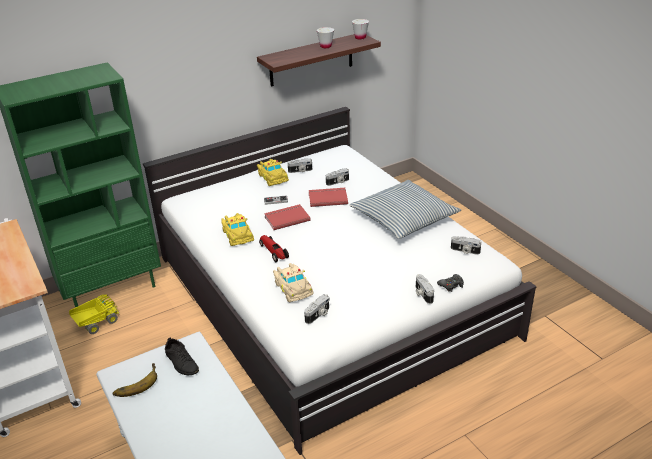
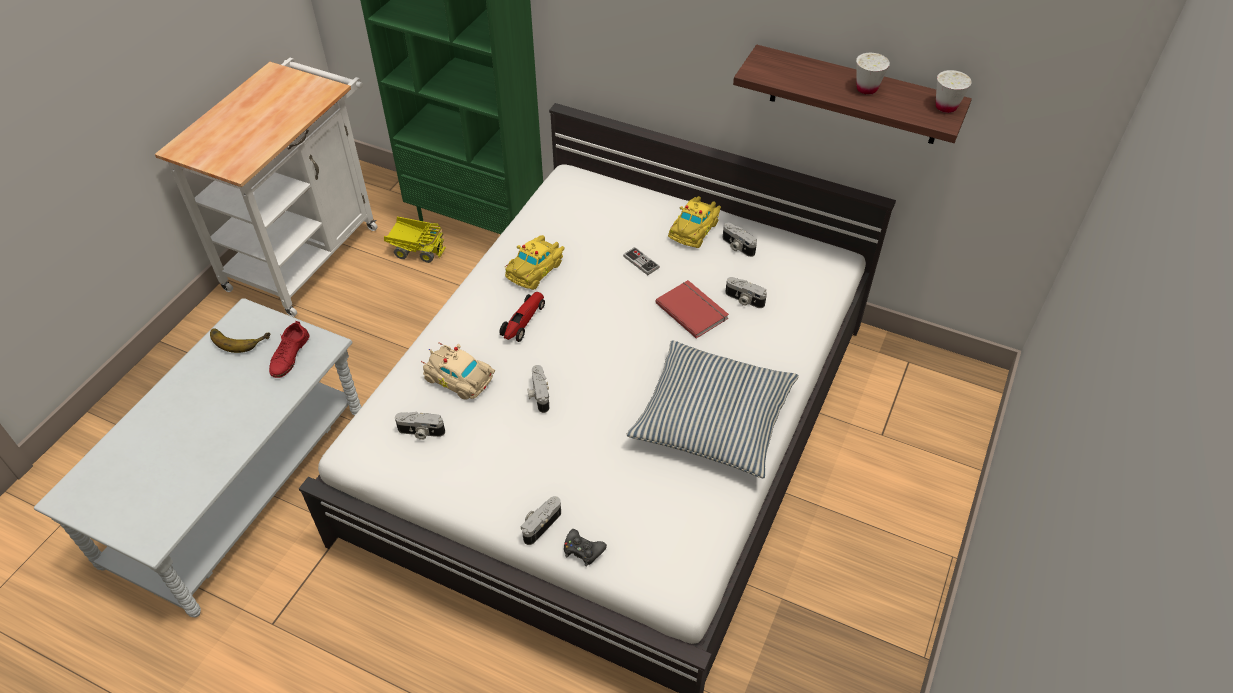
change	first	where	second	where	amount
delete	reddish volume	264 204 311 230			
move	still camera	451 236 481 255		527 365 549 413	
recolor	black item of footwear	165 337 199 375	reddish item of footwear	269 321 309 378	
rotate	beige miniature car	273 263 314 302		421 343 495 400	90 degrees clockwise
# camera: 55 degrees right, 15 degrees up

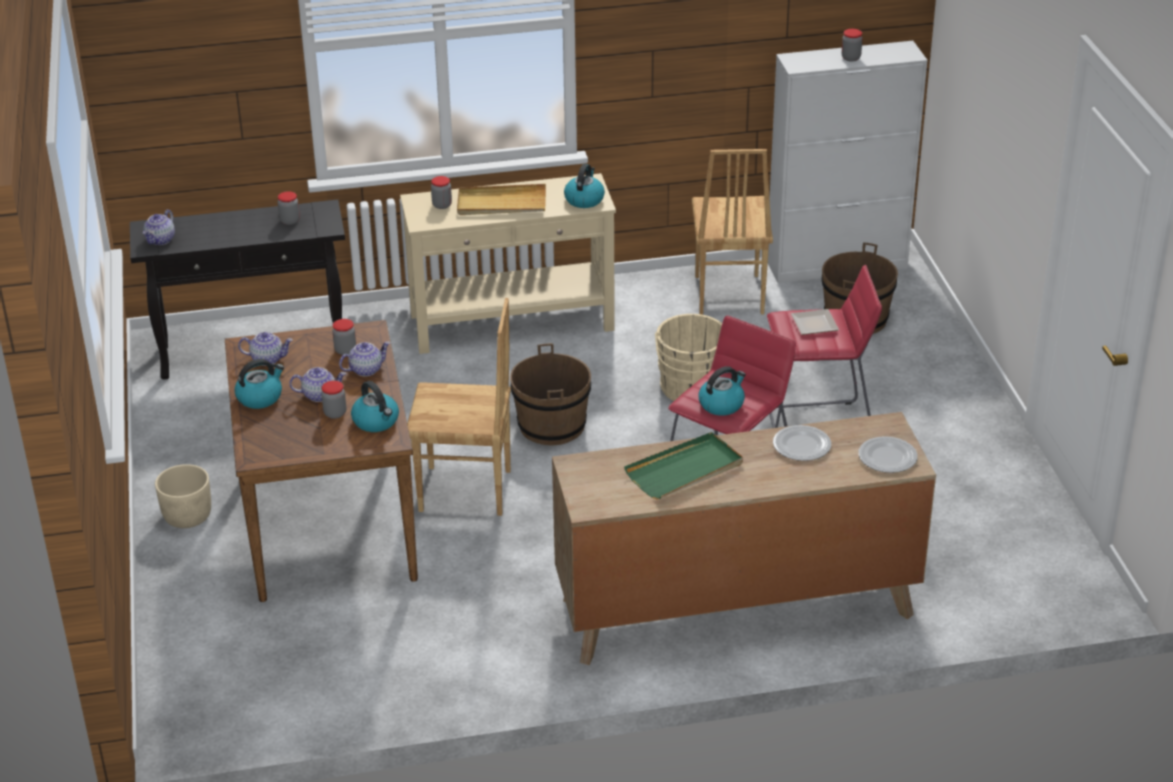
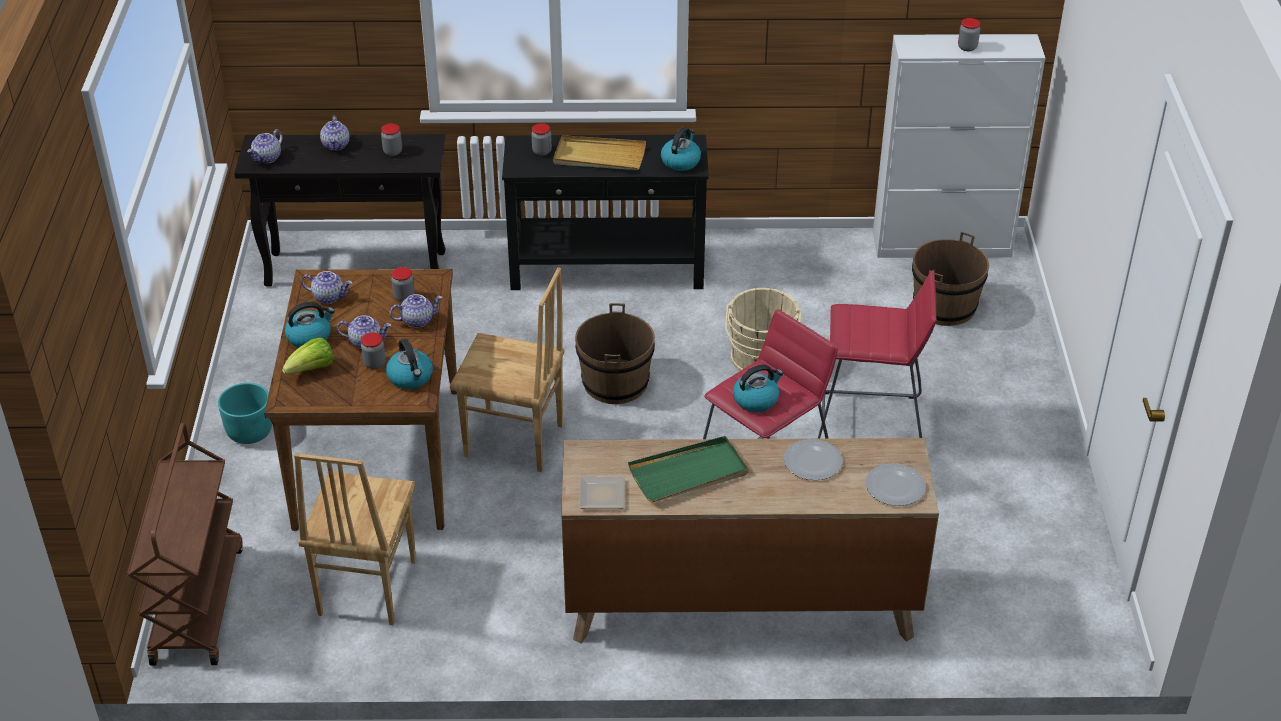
change	first	where	second	where	amount
insert			brownish wheeled cart	127 423 243 666	
insert			head of lettuce	282 337 334 374	
insert			teapot	320 116 350 151	
move	brownish plain chair	692 149 773 315		294 453 416 625	
move	dinner plate	791 309 839 335		579 476 625 509	
recolor	beige planter	155 464 211 528	blue-green planter	218 383 272 444	
recolor	beige hall table	400 173 616 354	black hall table	502 135 709 290	
# camera: 10 degrees right, 5 degrees up

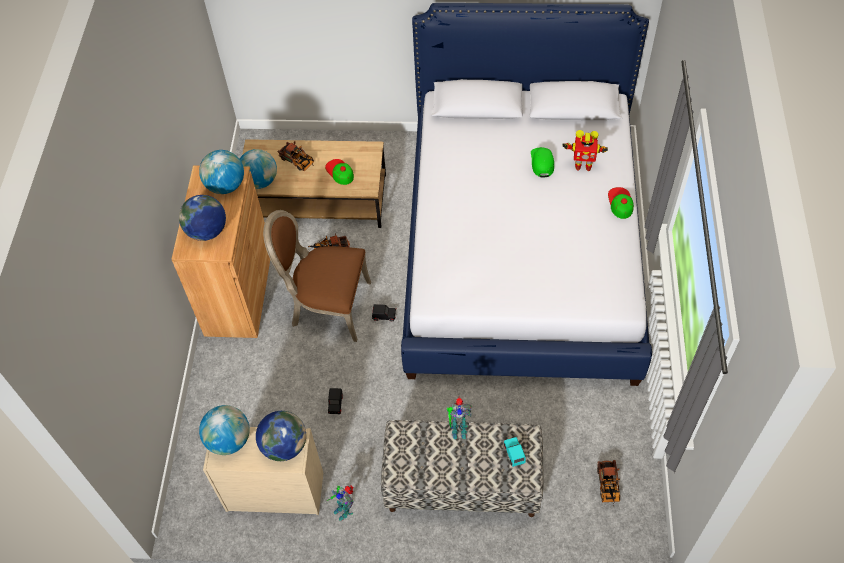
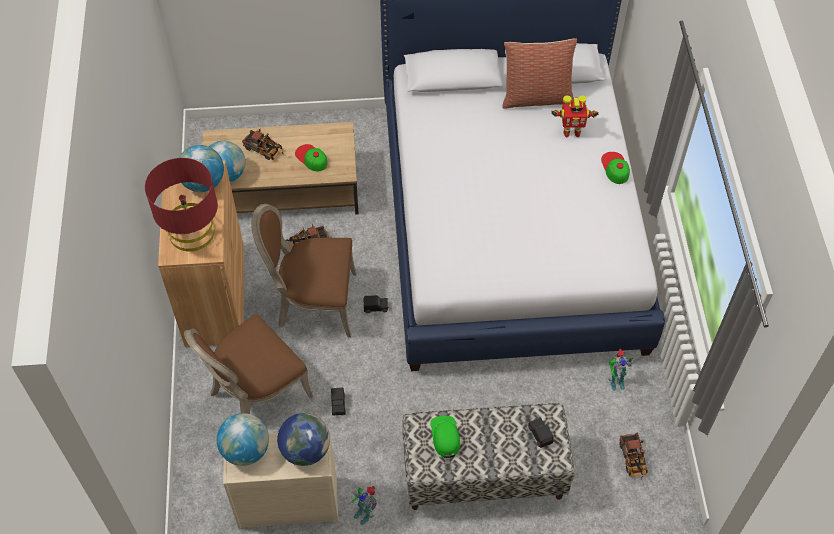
change	first	where	second	where	amount
insert			brownish plain chair	184 314 313 414	
insert			cushion	502 38 577 109	
move	toy robot	447 396 472 439		608 349 633 391	
move	greenish cap	531 147 554 178		430 416 460 458	
replace	desk globe	179 195 226 241	reddish lamp for a table	145 158 218 252	
recolor	blue-green miniature car	504 437 526 467	black miniature car	528 417 554 448	
# camera: 10 degrees left, 0 degrees up

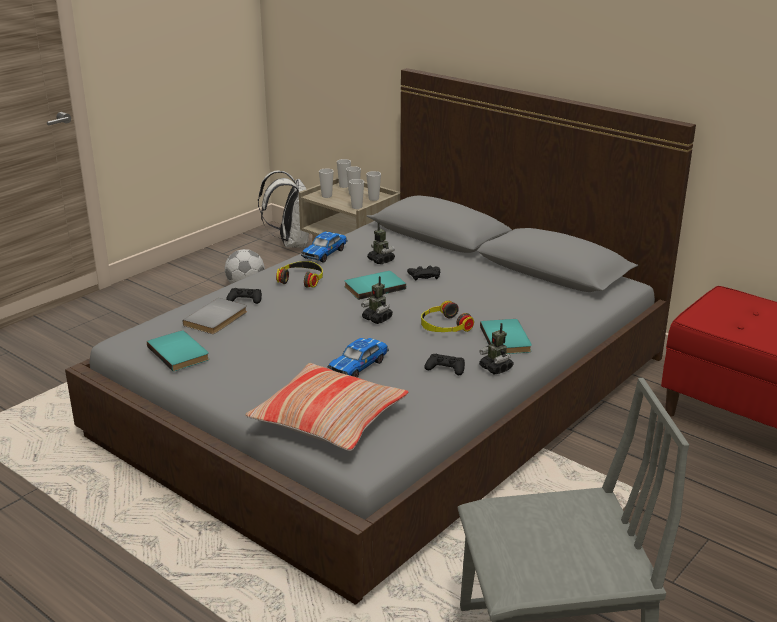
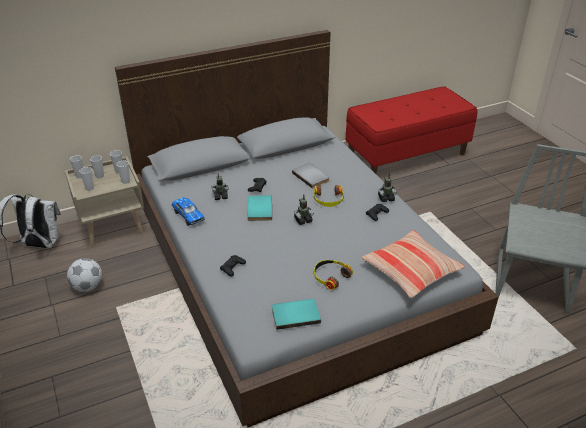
change	first	where	second	where	amount
delete	miniature car	328 338 389 378			
delete	blue-green volume	480 319 532 354			
move	gray volume	183 298 247 334		292 163 330 189	
move	pair of headphones	276 261 323 288		314 260 353 290	
# camera: 65 degrees left, 10 degrees up

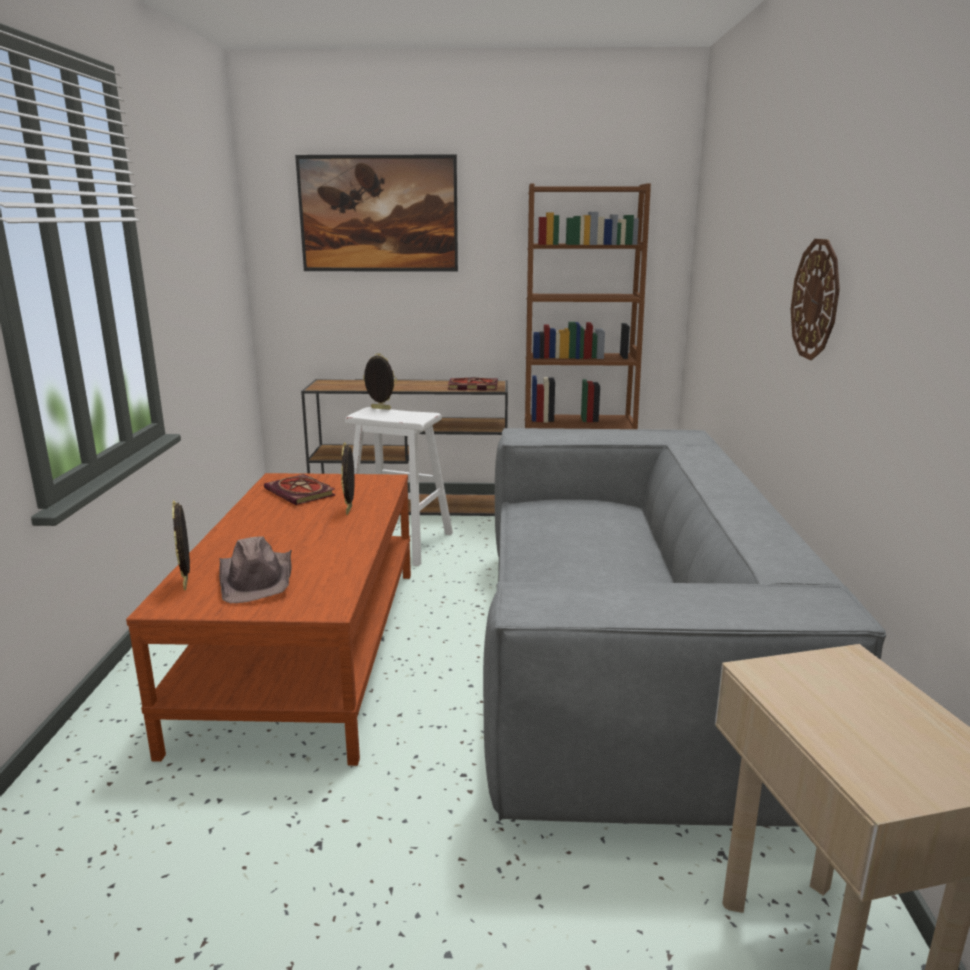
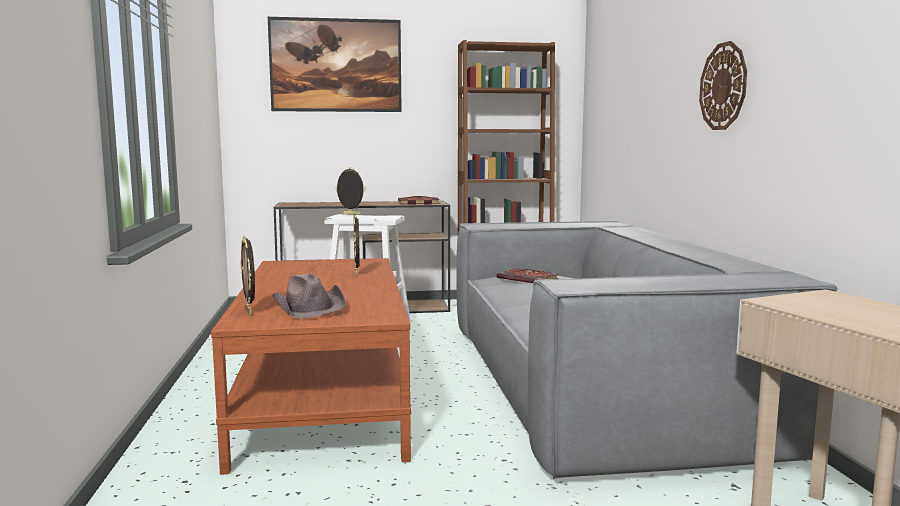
change	first	where	second	where	amount
move	volume	264 474 335 505		496 268 559 283	
# camera: 10 degrees left, 10 degrees down

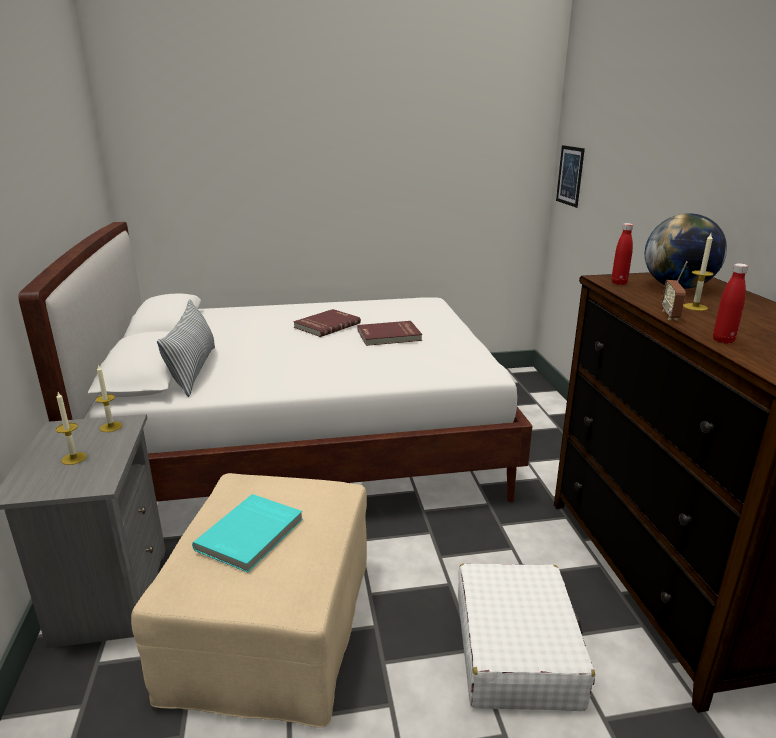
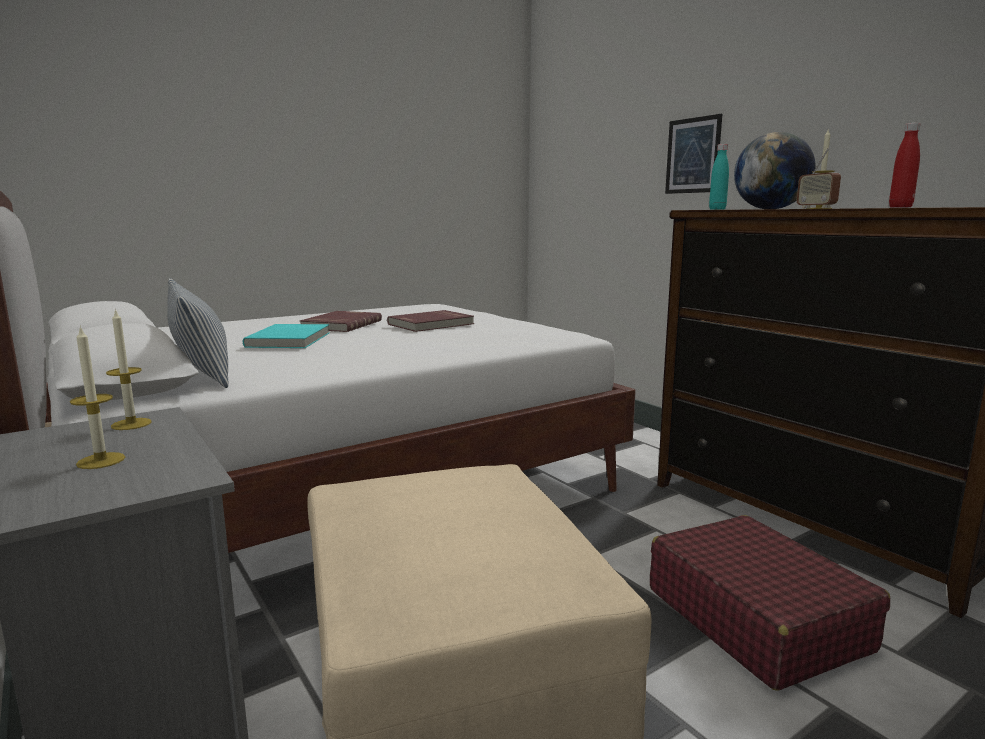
change	first	where	second	where	amount
move	blue-green volume	192 494 303 573		243 324 329 348	
move	wall art	556 145 585 208		665 114 722 194	
recolor	white suitcase	458 563 595 711	reddish suitcase	650 515 890 691	
recolor	reddish beverage bottle	611 223 633 285	blue-green beverage bottle	709 144 729 210	
# camera: 25 degrees left, 10 degrees down

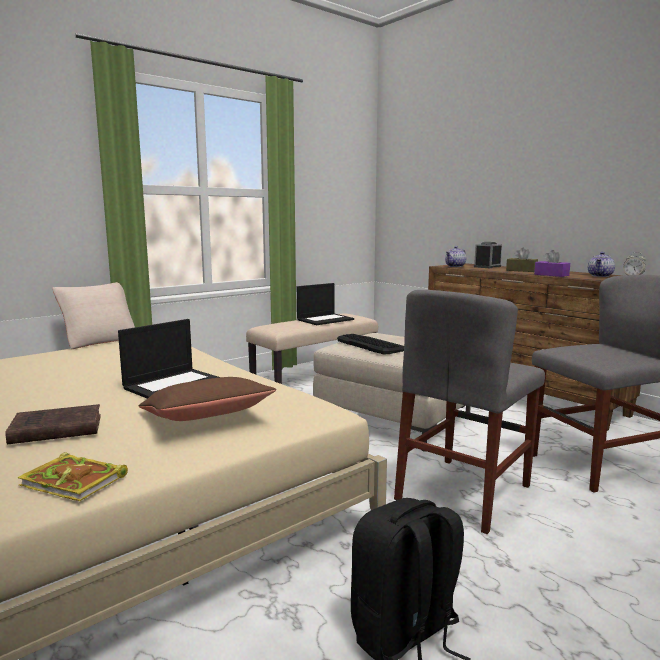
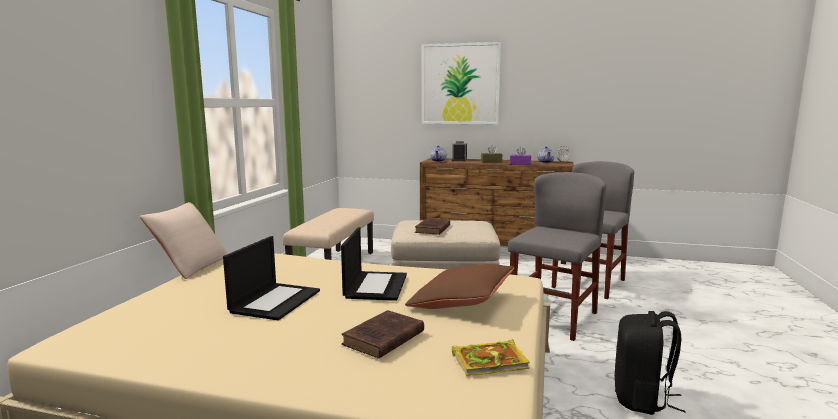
change	first	where	second	where	amount
insert			wall art	422 42 501 124	
move	notebook computer	297 283 354 325		223 236 320 320	
replace	keyboard	337 334 404 354	brownish volume	415 218 450 235	
rotate	gray plain chair	394 290 545 534		508 172 606 341	150 degrees counterclockwise
# camera: 35 degrees left, 0 degrees up

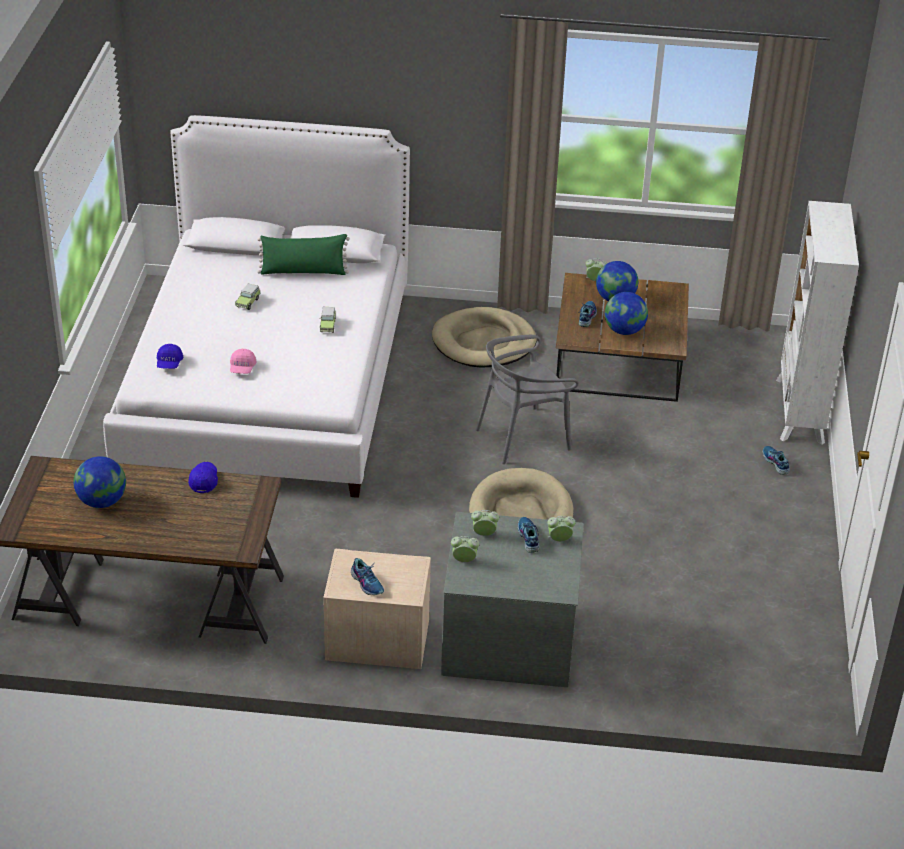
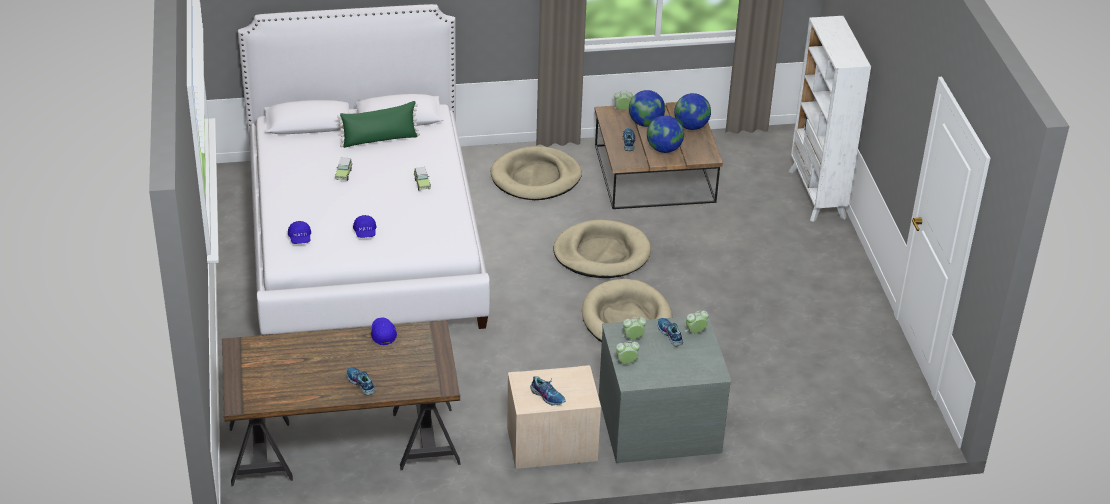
change	first	where	second	where	amount
move	desk globe	74 456 126 508		674 93 711 130	
move	item of footwear	763 446 790 475		346 367 376 395	
replace	gray plain chair	476 335 579 464	beige pet bed	554 220 651 278	
recolor	pink cap	230 349 257 374	blue cap	353 215 377 238	
# camera: 15 degrees left, 0 degrees up

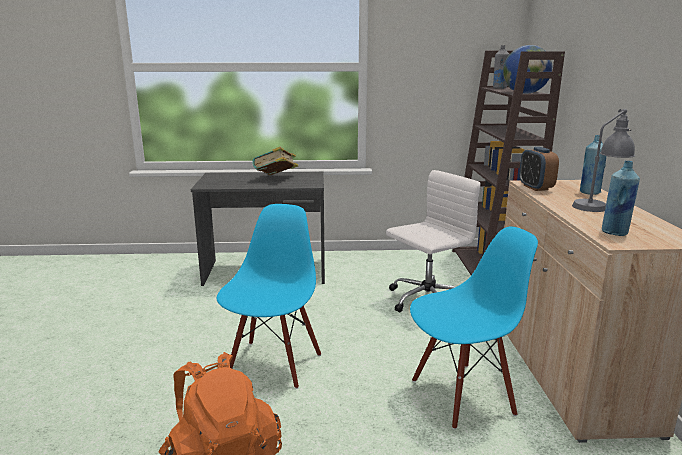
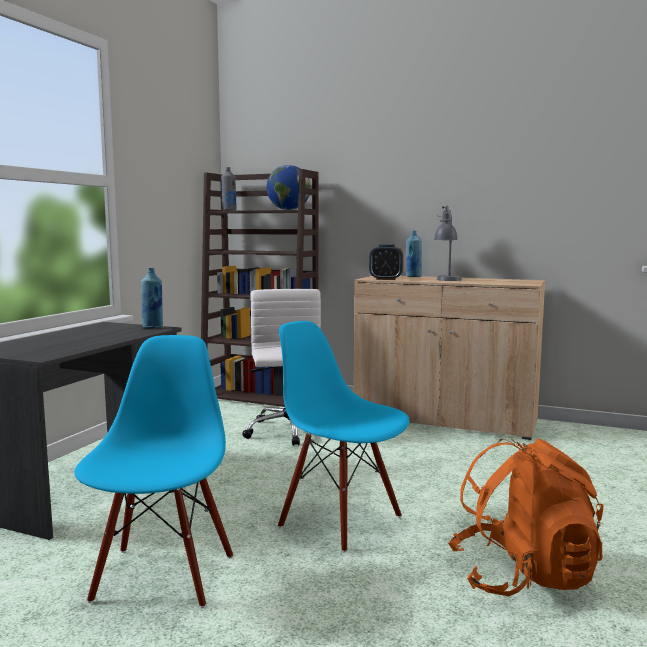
change	first	where	second	where	amount
delete	volume	252 147 298 175			
move	blue plain chair	410 227 538 430		74 335 233 608	
move	blue beverage bottle	602 161 640 236		141 268 163 328	
# camera: 65 degrees left, 10 degrees down

